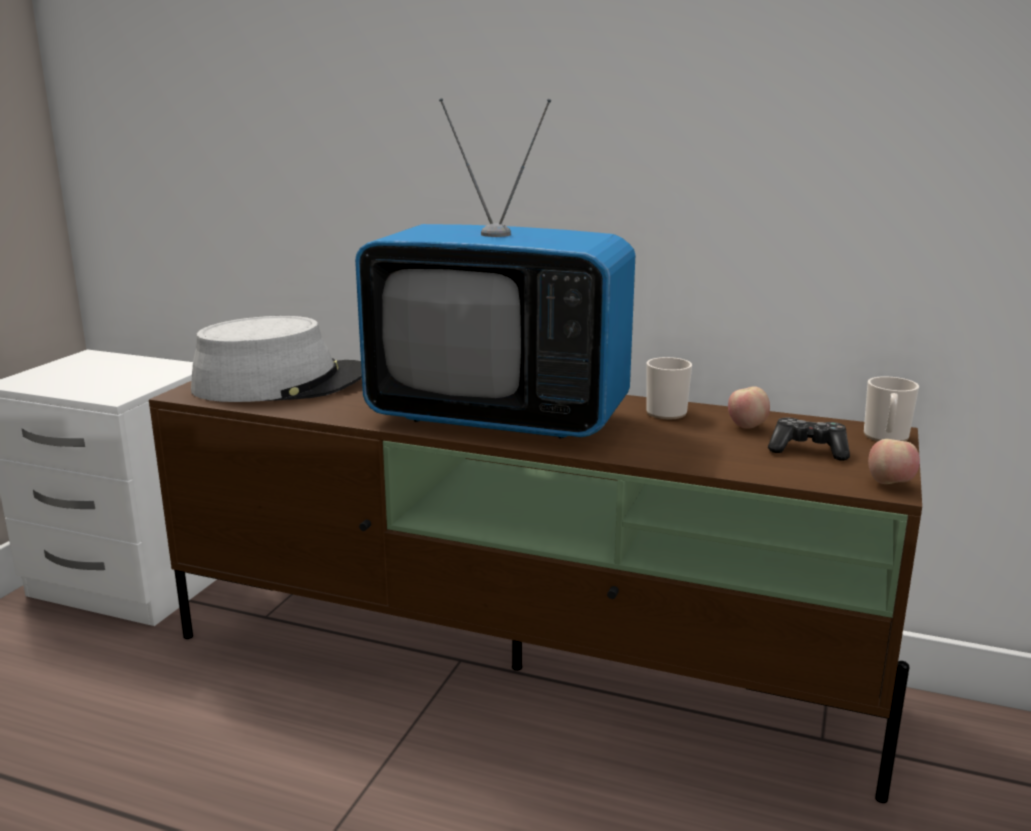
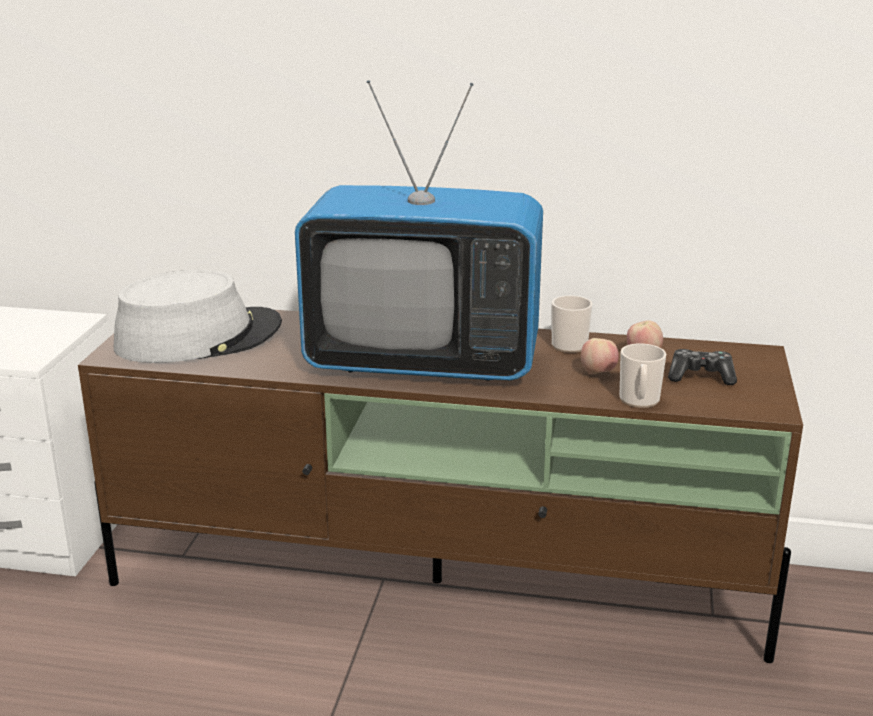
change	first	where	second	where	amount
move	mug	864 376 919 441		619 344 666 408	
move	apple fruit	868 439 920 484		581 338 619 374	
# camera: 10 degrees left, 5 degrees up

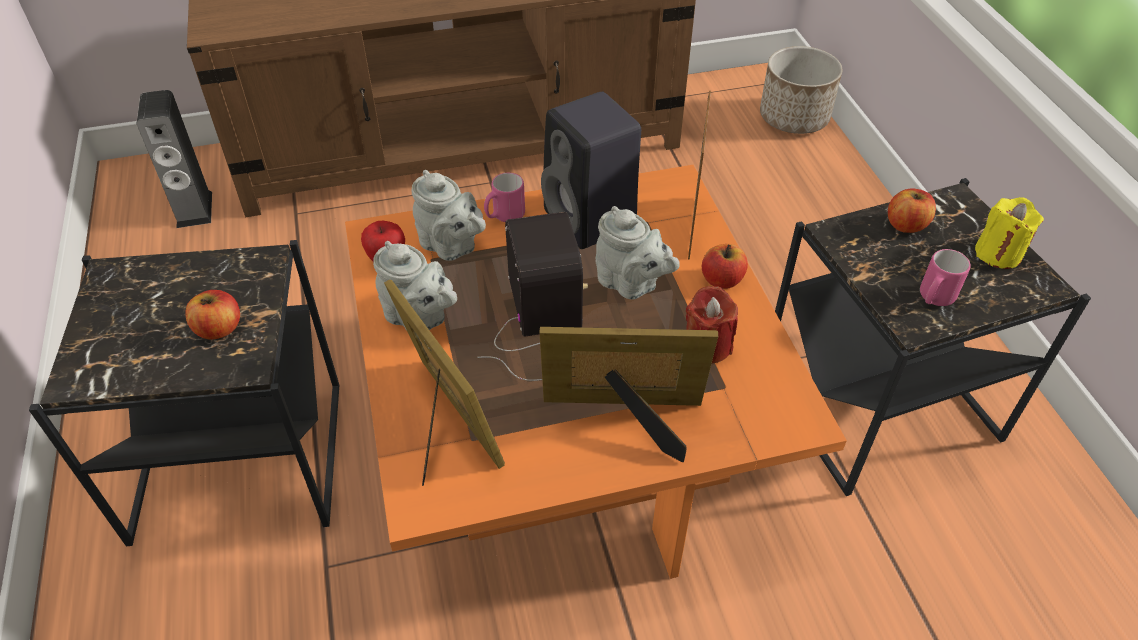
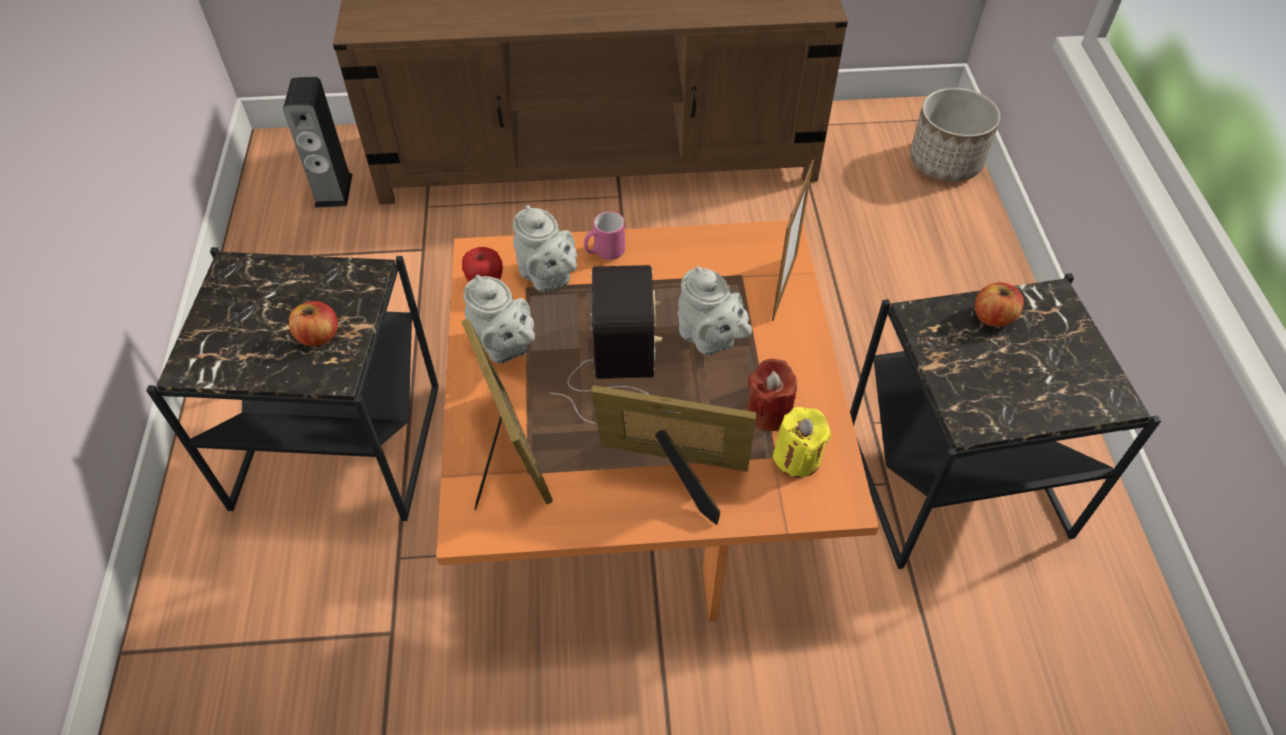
change	first	where	second	where	amount
delete	black loudspeaker	541 92 641 249			
delete	apple fruit	702 244 748 289			
delete	pink mug	920 249 971 306			
move	yellow wax light	975 197 1044 269		773 407 831 477	
# camera: 10 degrees right, 5 degrees up

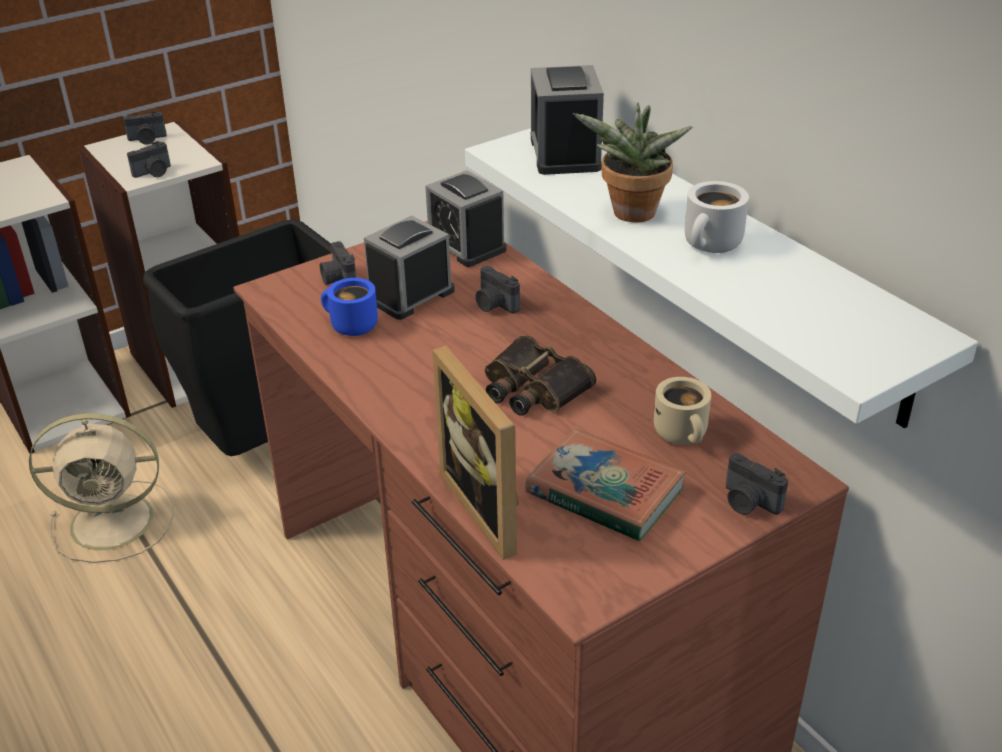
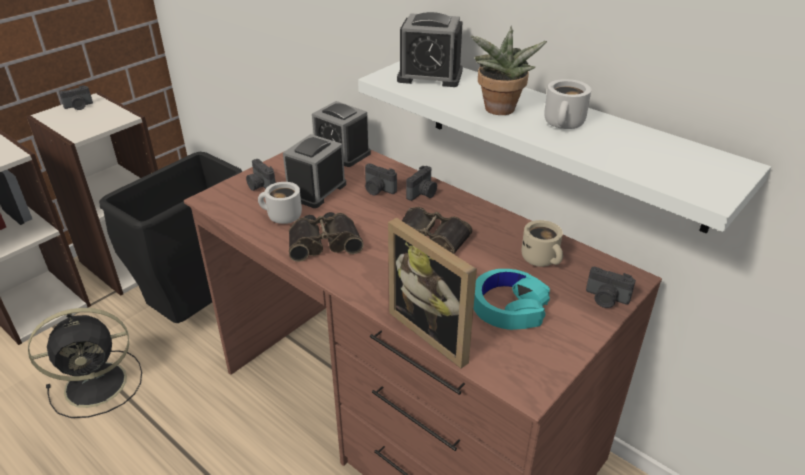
change	first	where	second	where	amount
insert			field glasses	289 212 364 262	
move	still camera	127 141 171 178		406 166 437 201	
replace	volume	525 428 686 542	blue-green pair of headphones	474 269 550 330	
recolor	beige fan	29 413 174 563	black fan	28 308 142 418	
recolor	blue mug	321 278 378 336	white mug	258 182 302 224	
rotate	table clock	531 65 604 175		397 12 463 87	60 degrees counterclockwise
# camera: 15 degrees left, 0 degrees up

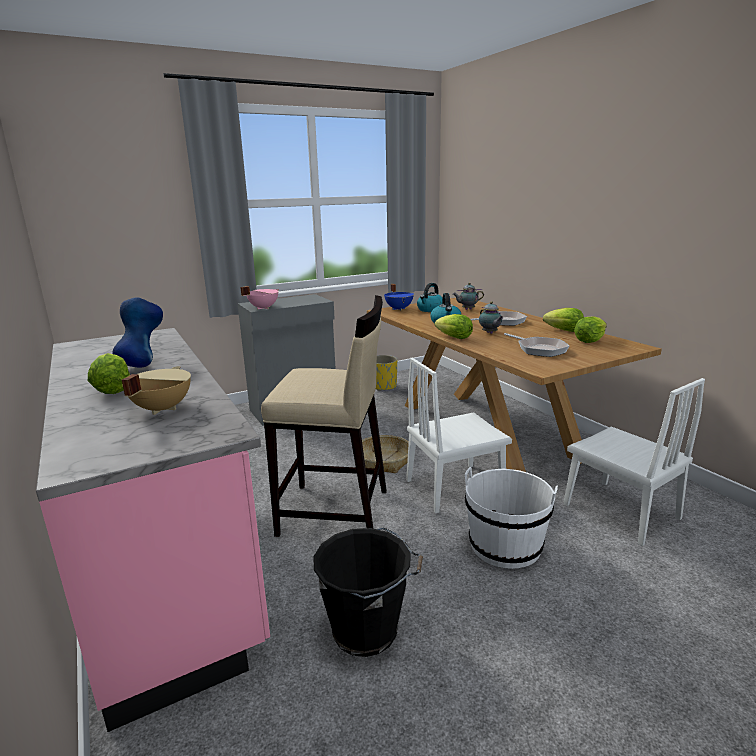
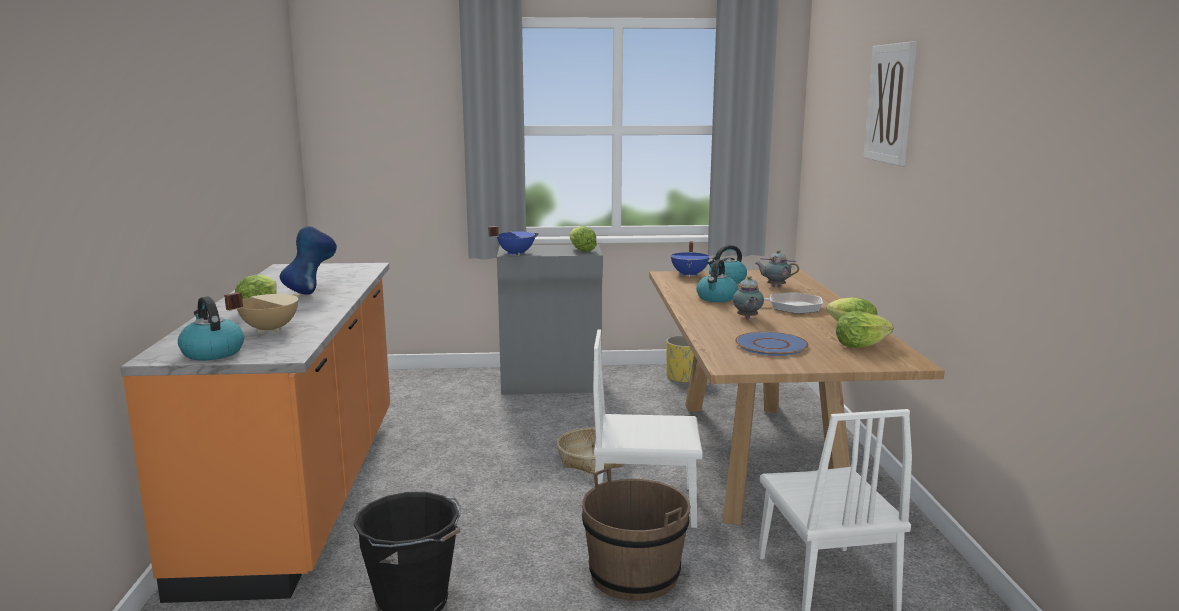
change	first	where	second	where	amount
delete	beige stool	261 295 387 537			
insert			kettle	178 296 244 360	
insert			wall art	863 41 917 166	
move	head of lettuce	435 314 473 339		570 226 597 252	
replace	skillet	504 333 569 357	blue dinner plate	735 332 809 356	
recolor	pink kitchen counter	36 328 270 732	orange-coloured kitchen counter	120 263 390 603	
recolor	pink cooking pot	240 286 279 309	blue cooking pot	488 226 539 255	
recolor	white pail	465 467 558 569	brownish pail	582 468 690 601	
# camera: 25 degrees right, 5 degrees down

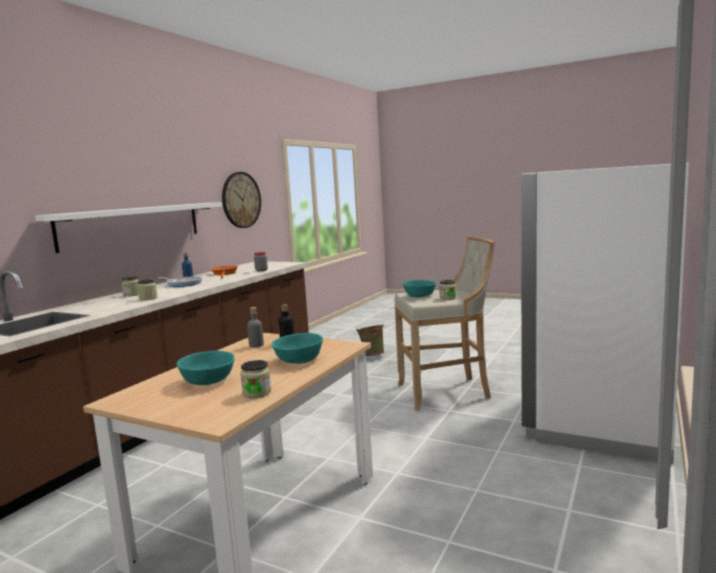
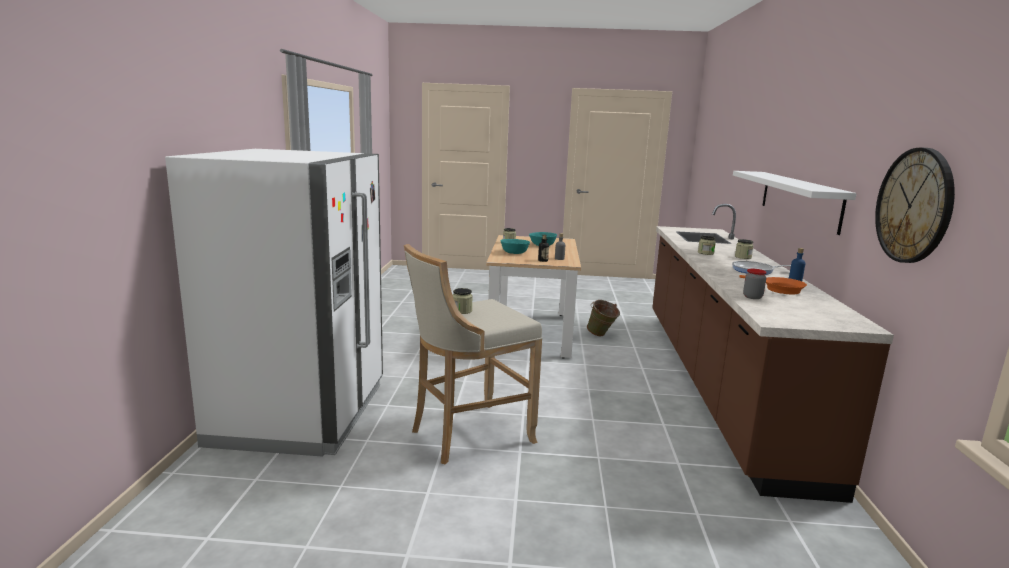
change	first	where	second	where	amount
delete	blue-green serving bowl	403 280 436 297			
move	greenish pail	356 324 384 356		587 300 620 336	
# camera: 155 degrees right, 5 degrees up

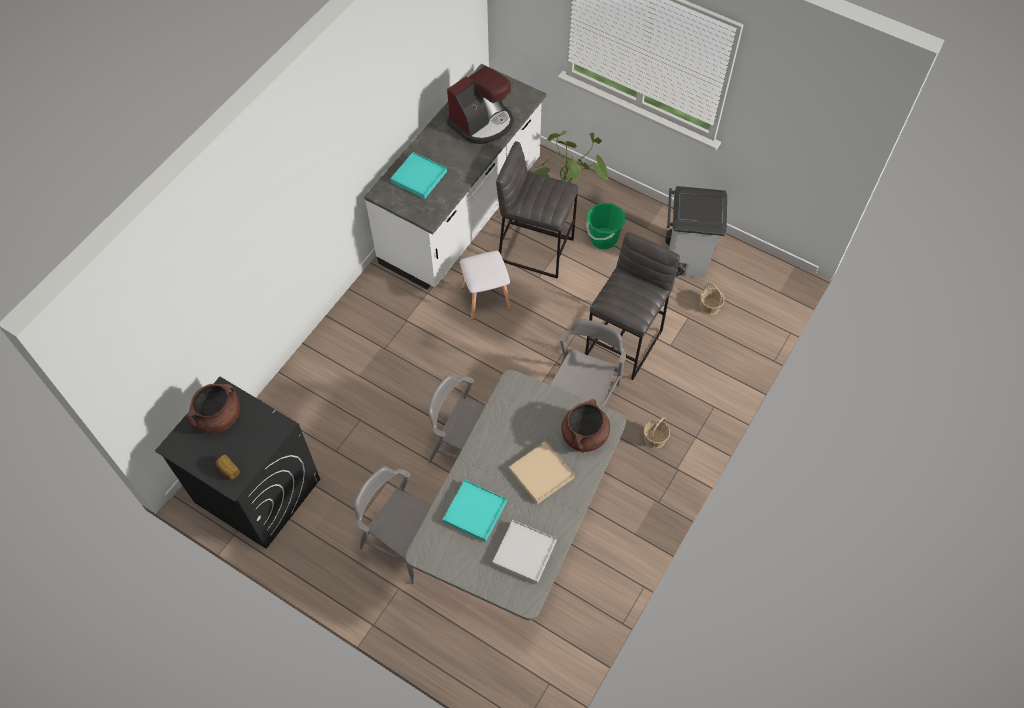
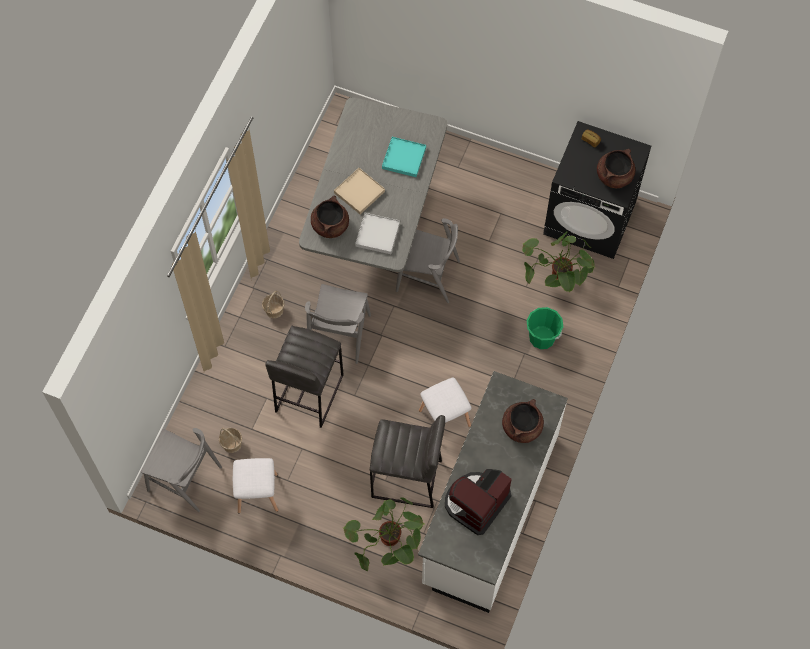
change	first	where	second	where	amount
insert			potted plant	522 231 595 292	
move	gray plain chair	354 466 431 584		141 428 222 512	
move	white carrying tray	492 520 557 584		355 213 400 254	
move	greenish pail	586 203 625 249		527 307 563 349	
replace	blue-green carrying tray	390 152 447 199	brownish cooking pot	502 399 544 443	
replace	gray rubbish bin	665 186 727 278	white stool	233 458 278 514	
# camera: 170 degrees right, 5 degrees up

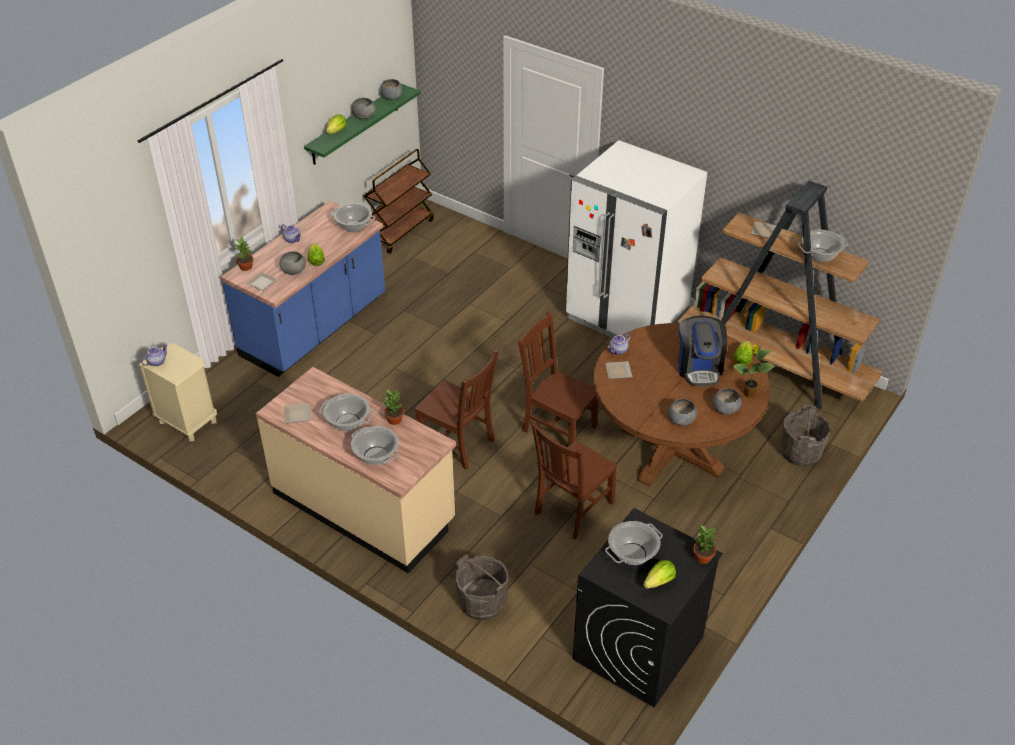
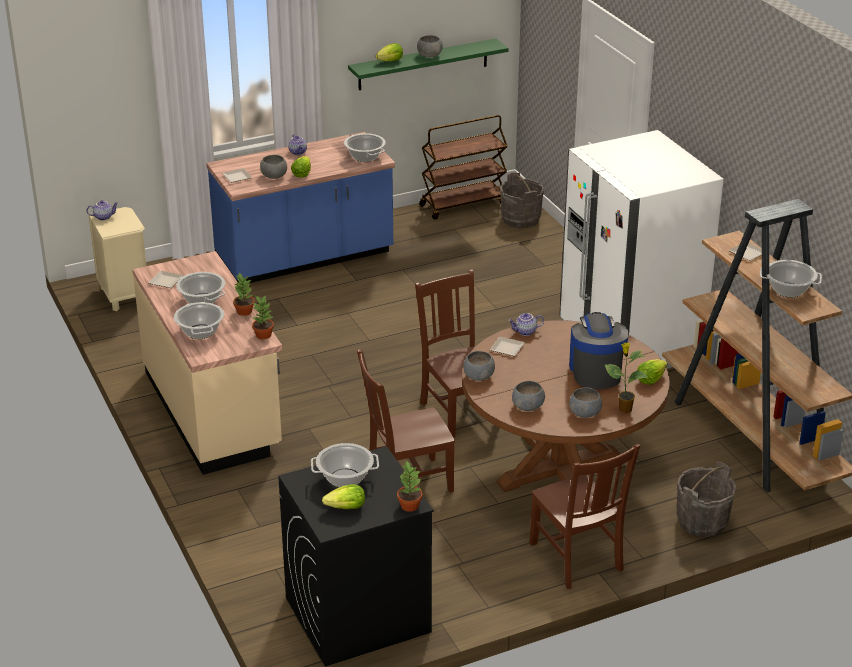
change	first	where	second	where	amount
move	potted plant	235 237 253 271		252 295 274 339	
move	gray serving bowl	380 79 403 100		463 351 495 381	
move	brownish plain chair	415 350 499 470		529 444 640 589	
move	gray pail	455 554 509 621		500 173 544 228	
rotate	coffee brewer	678 316 727 386		569 312 629 389	150 degrees clockwise
# camera: 30 degrees right, 10 degrees down

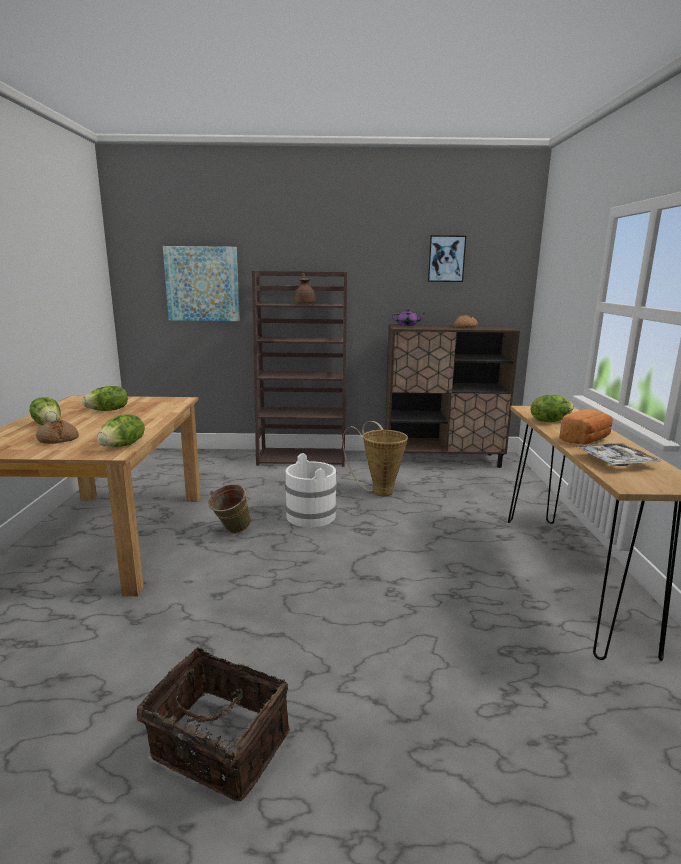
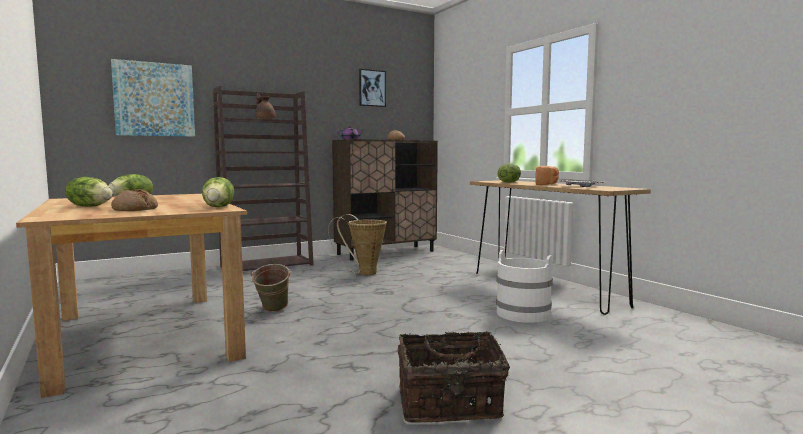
change	first	where	second	where	amount
move	white pail	285 453 337 527		496 250 553 323	
# camera: 30 degrees left, 10 degrees down

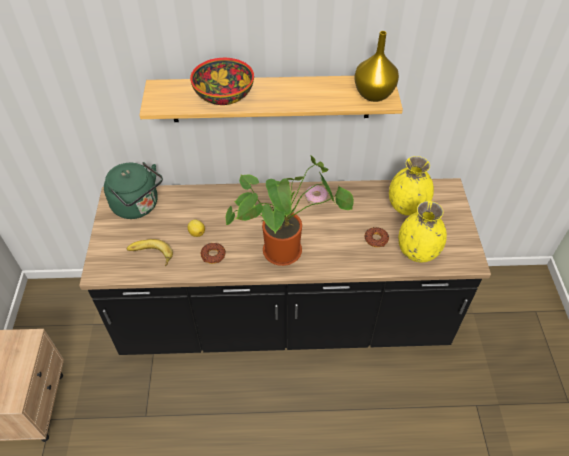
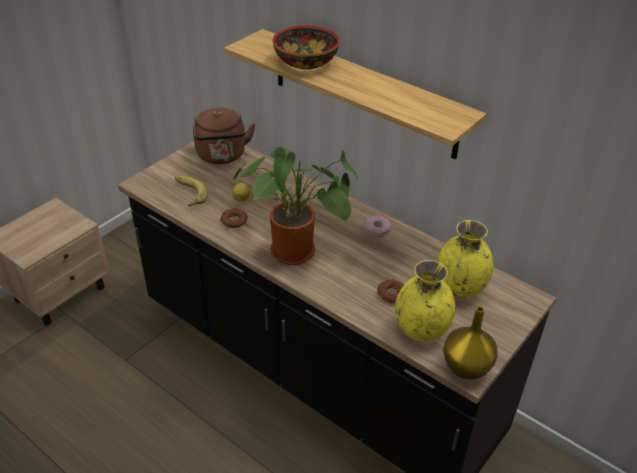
change	first	where	second	where	amount
move	yellow flower vase	354 31 399 102		443 307 498 380	
recolor	greenish kettle	104 162 163 219	brownish kettle	193 108 256 164	
# camera: 40 degrees right, 10 degrees down

